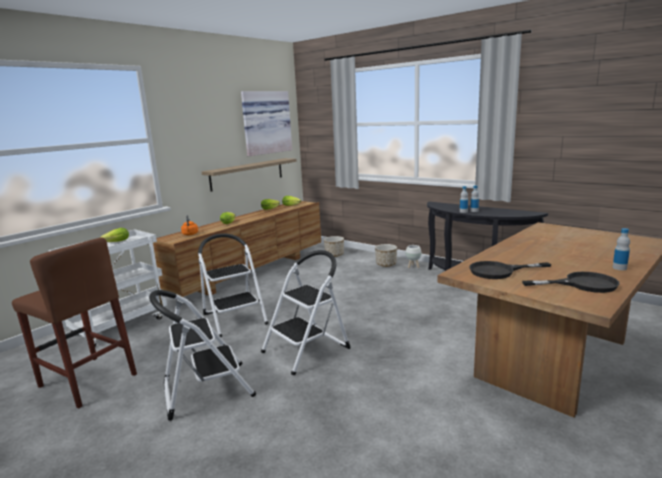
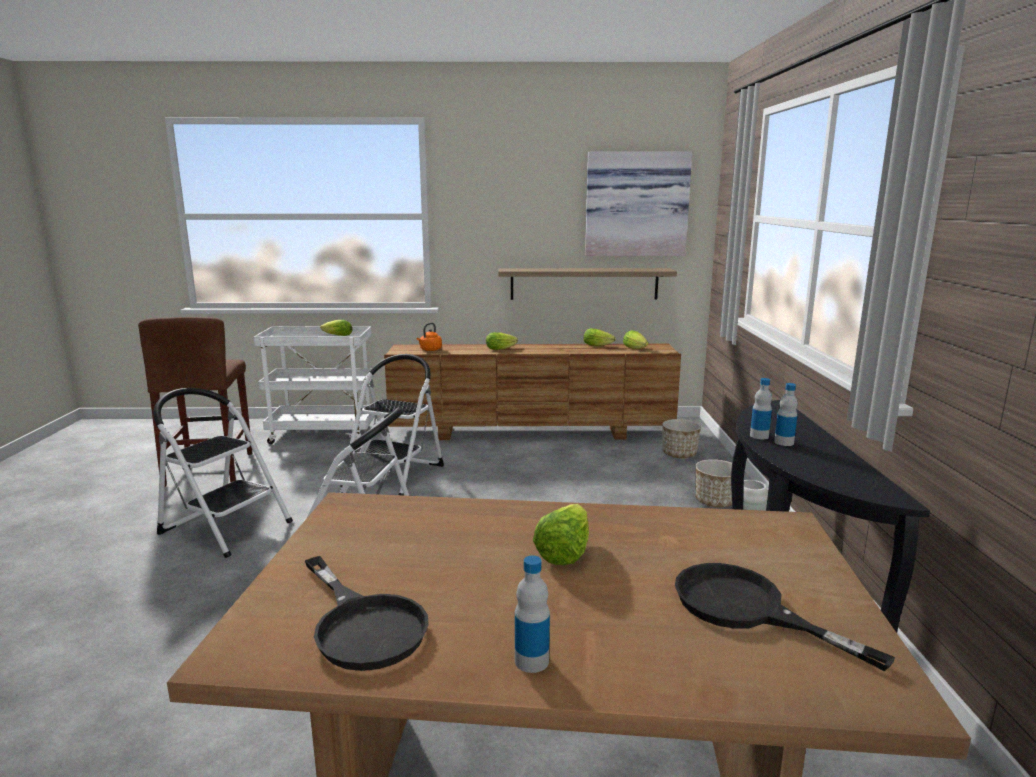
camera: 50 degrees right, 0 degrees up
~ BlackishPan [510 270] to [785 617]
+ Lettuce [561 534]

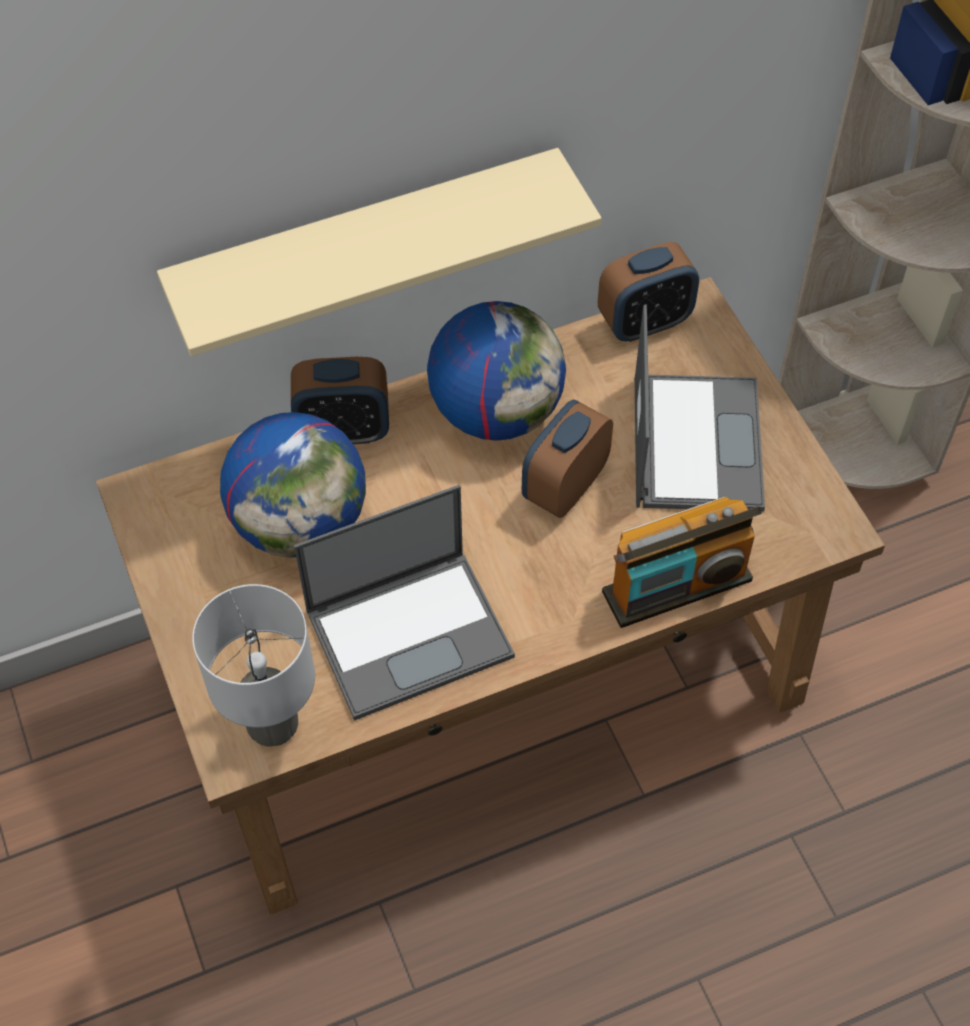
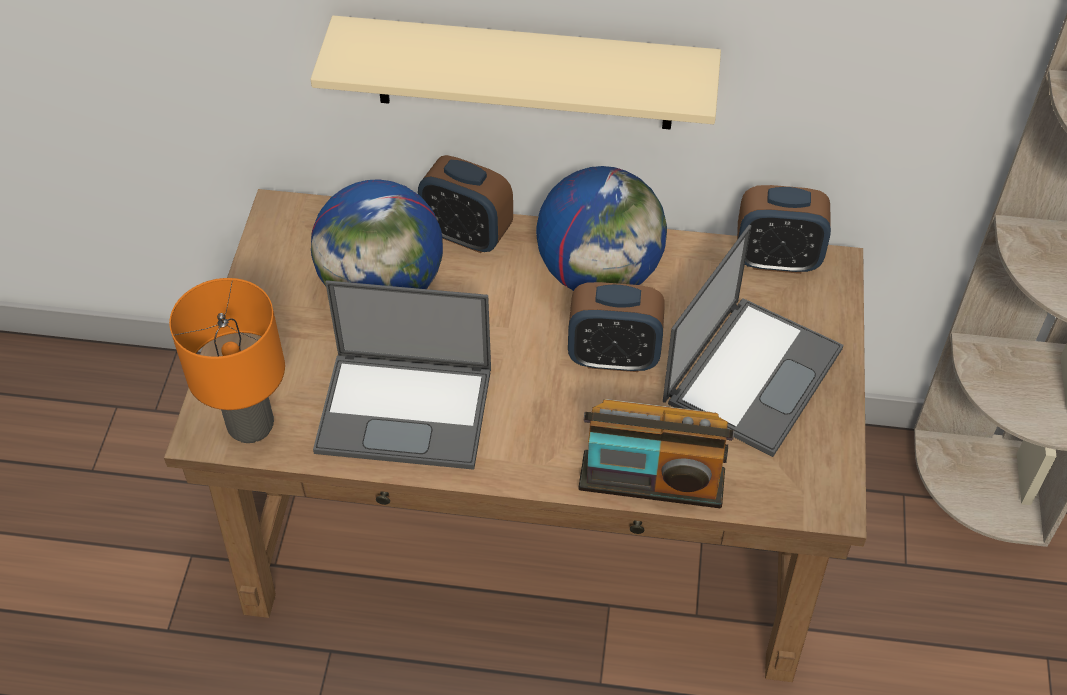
camera: 30 degrees right, 5 degrees down
~ WhitishLampForATable [253 665] to OrangeLampForATable [227 360]
~ BedsideClock [567 459] = [616 327] 150 degrees counterclockwise

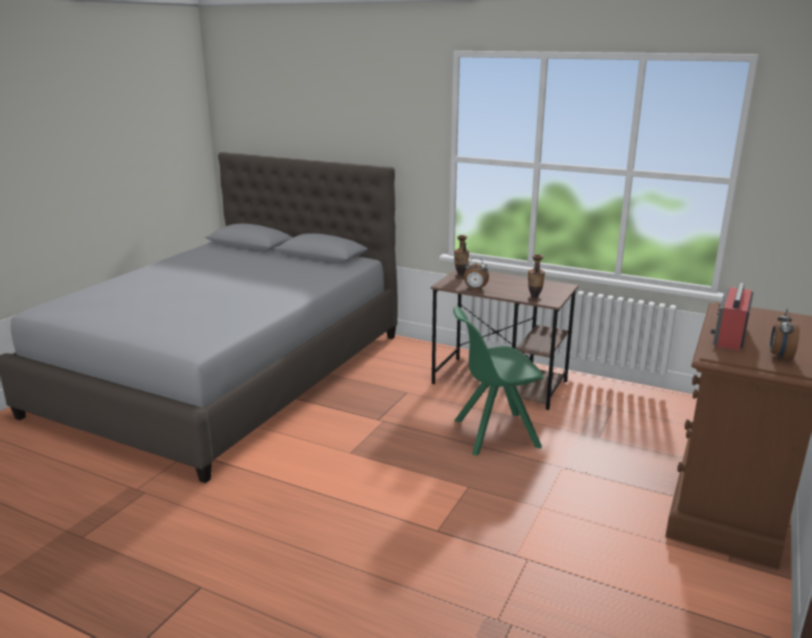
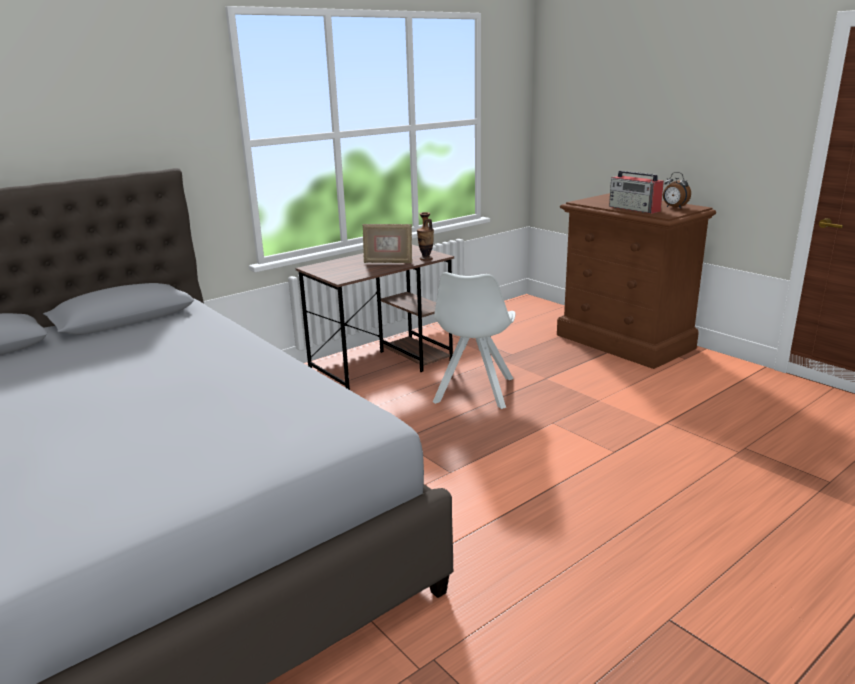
camera: 65 degrees left, 0 degrees up
~ GreenColouredChair [498 381] to WhitishChair [474 340]
- Vase [461 257]
- BedsideClock [476 273]
+ PictureFrame [387 243]

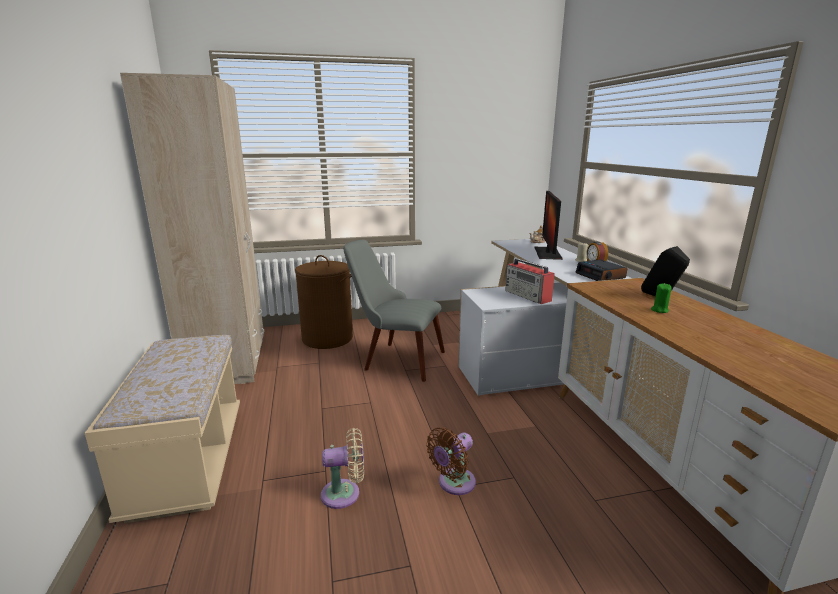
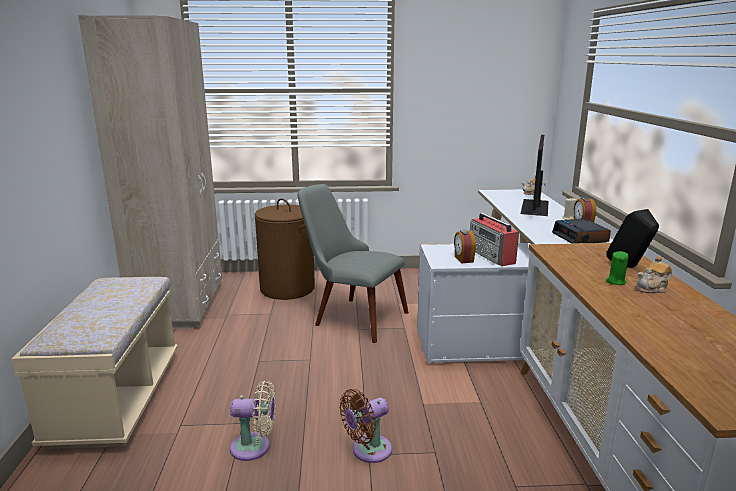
camera: 10 degrees right, 0 degrees up
+ BedsideClock [465 246]
+ TeaPot [654 274]

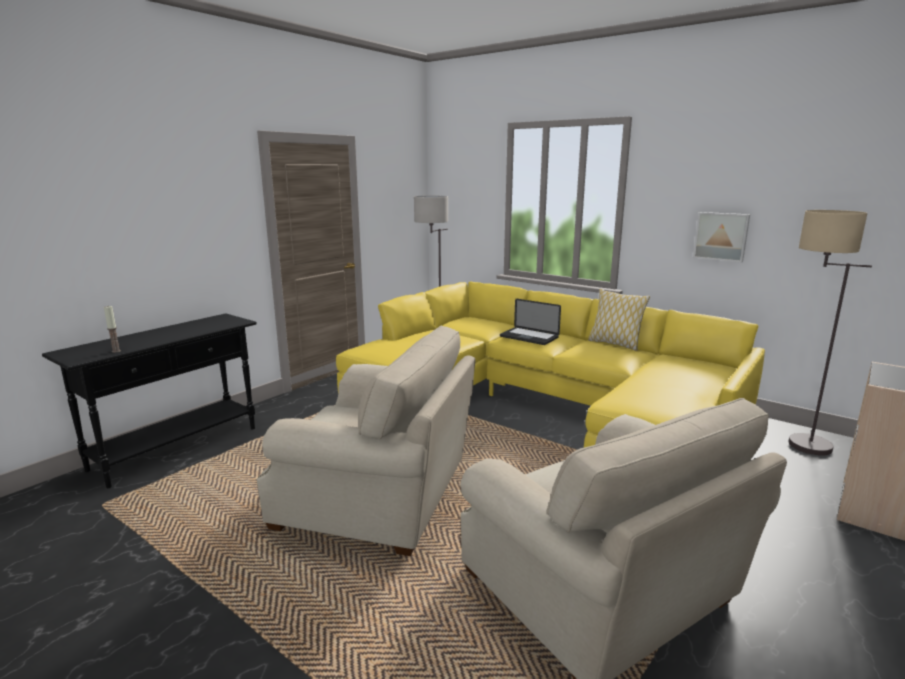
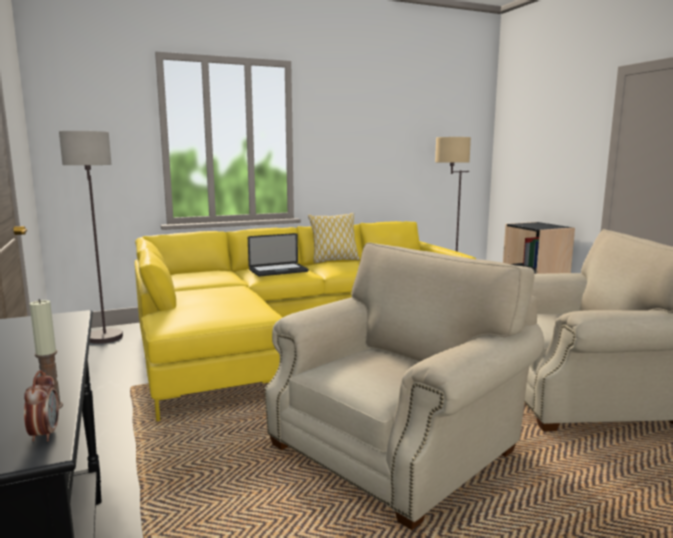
camera: 60 degrees left, 5 degrees down
- Picture [721 237]
+ BedsideClock [41 405]

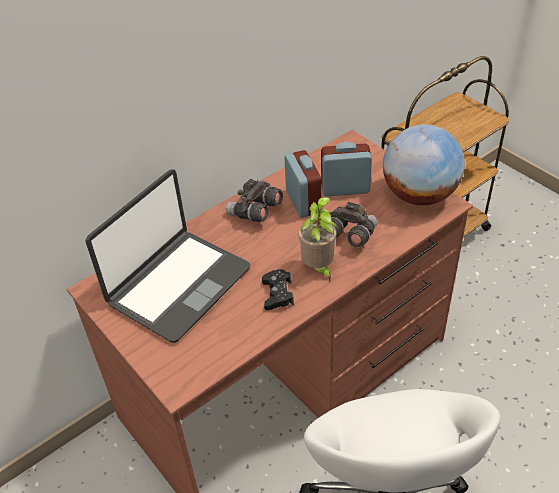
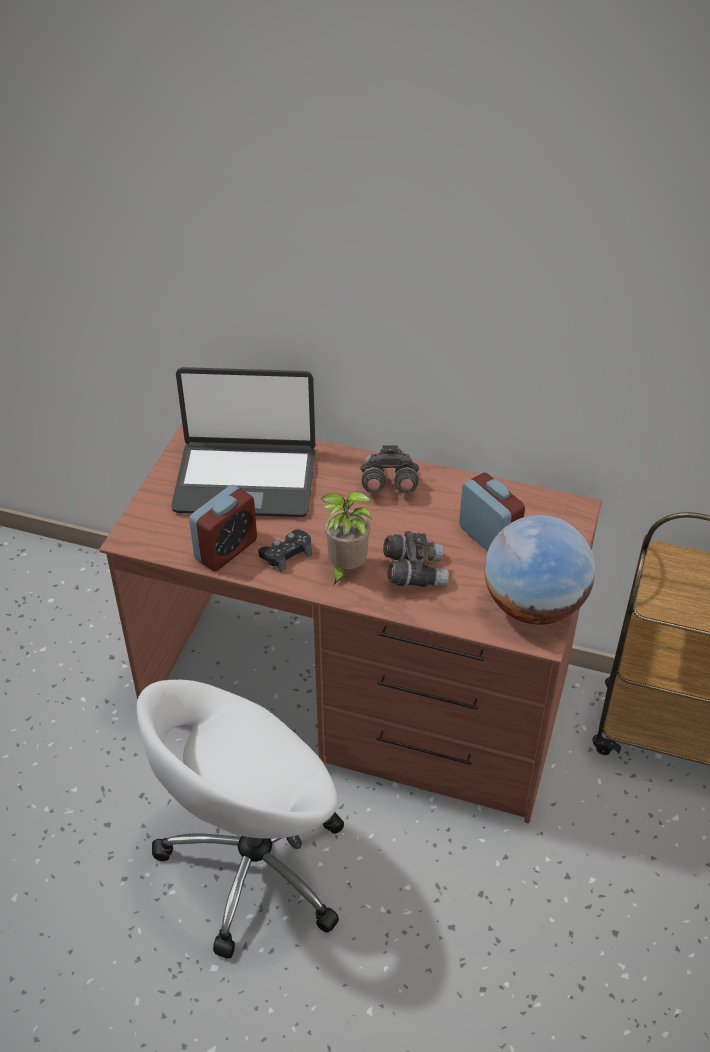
camera: 55 degrees right, 0 degrees up
~ BedsideClock [303 184] to [223 528]

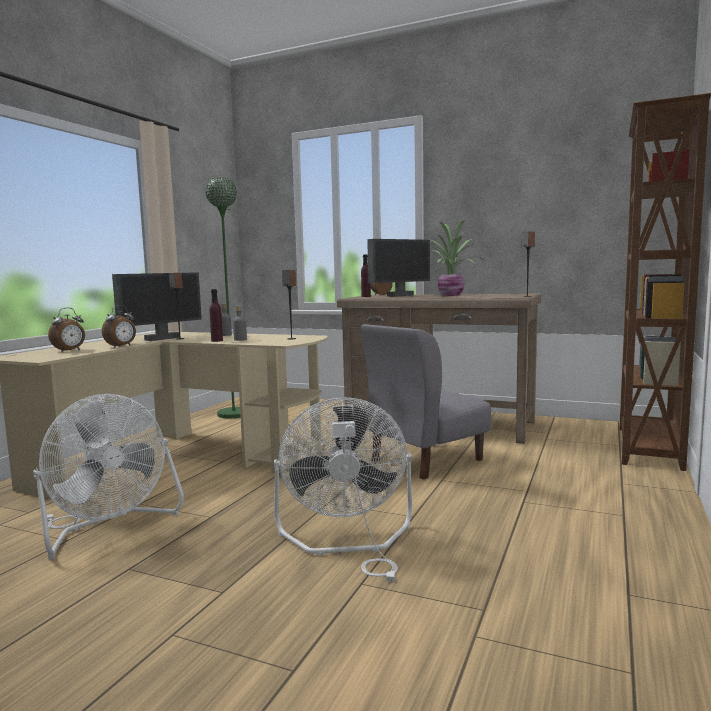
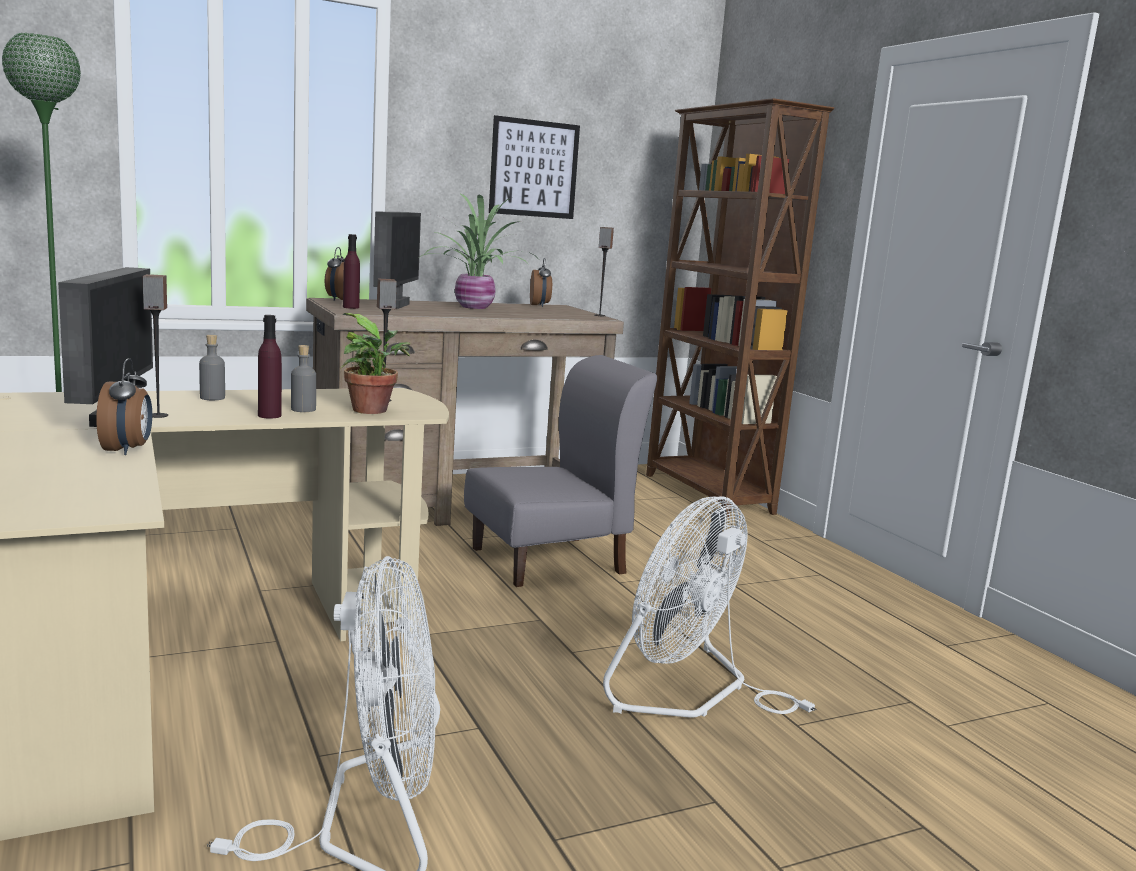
camera: 50 degrees left, 5 degrees up
~ BedsideClock [66 330] to [541 282]
~ GreyishChair [426 402] = [560 471] 120 degrees counterclockwise
+ PlantInAPot [375 363]
+ Picture [534 167]

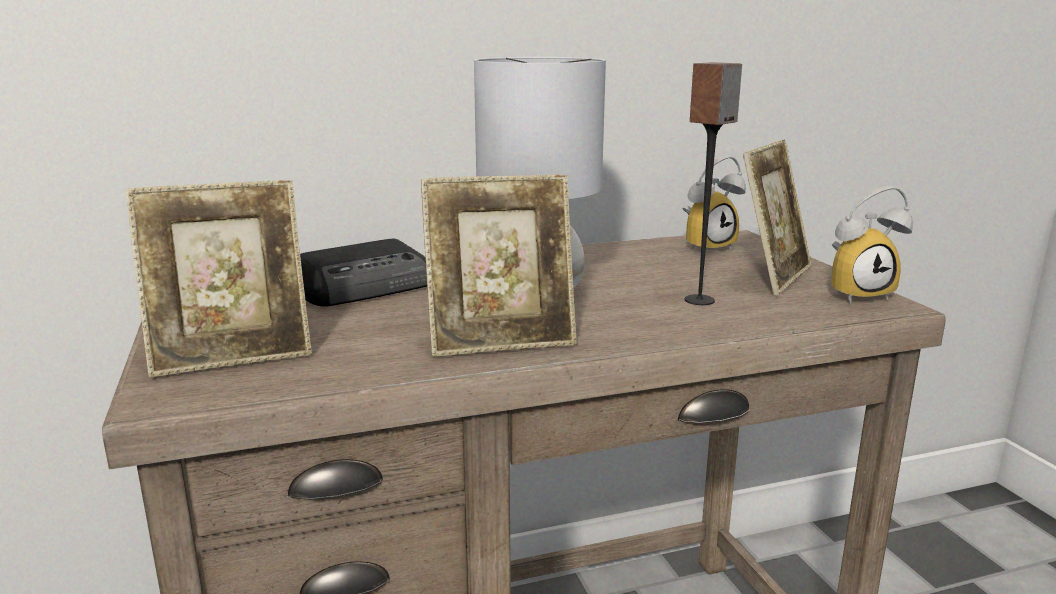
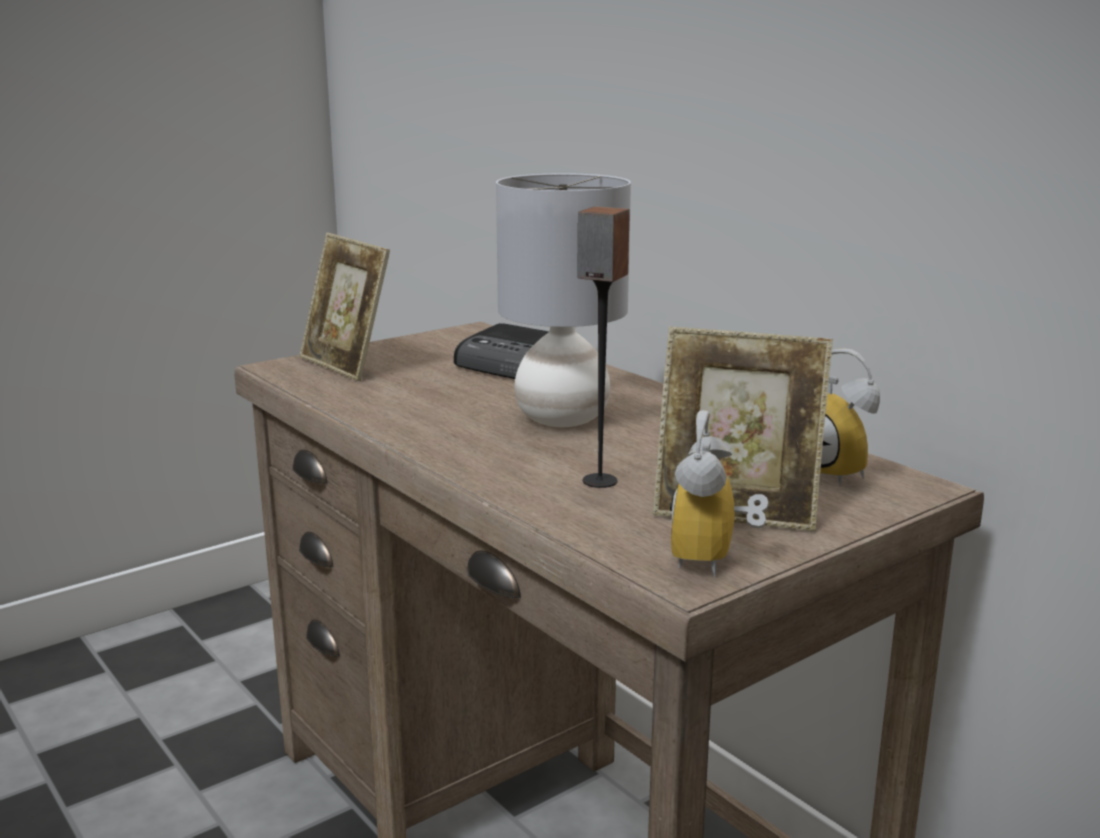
camera: 70 degrees right, 0 degrees up
- PictureFrame [499 266]
~ BedsideClock [872 244] = [719 493] 45 degrees clockwise

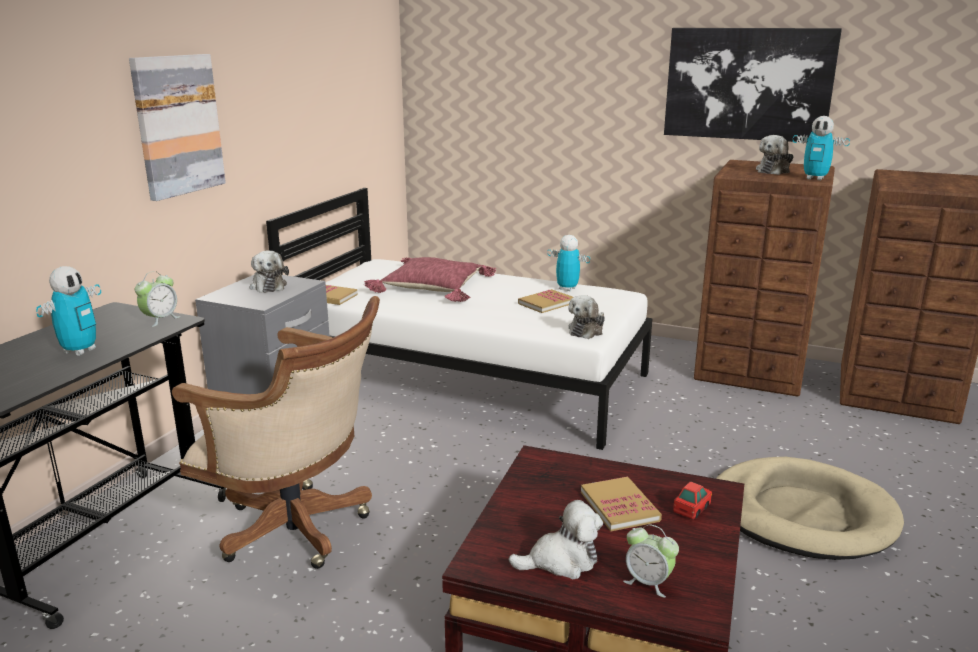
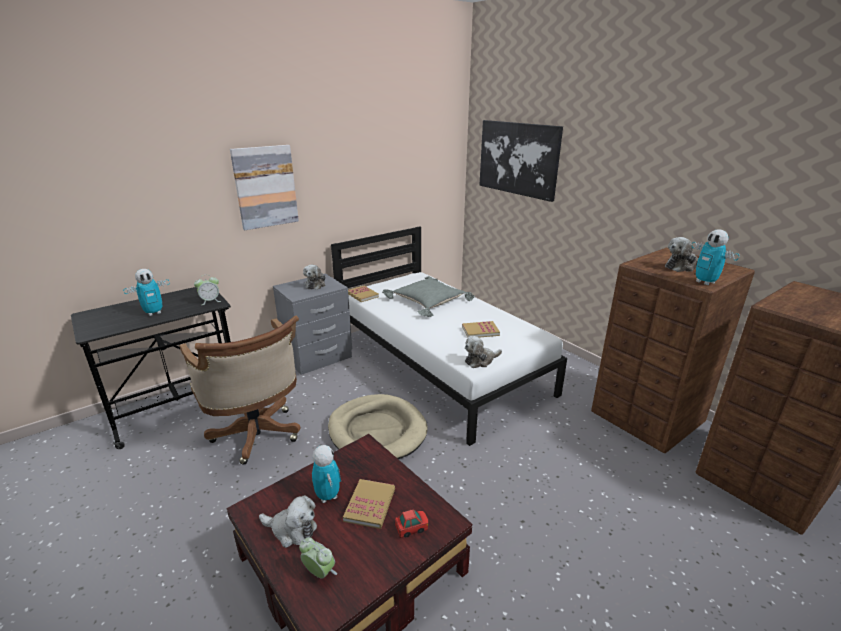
camera: 30 degrees right, 5 degrees up
~ RedCushion [430 279] to GreyishCushion [428 296]
~ ModelRobot [568 263] to [326 474]
~ BedsideClock [651 561] = [318 558] 150 degrees clockwise
~ Picture [753 85] to [521 161]
~ SandColouredPetBed [810 508] to [378 426]

